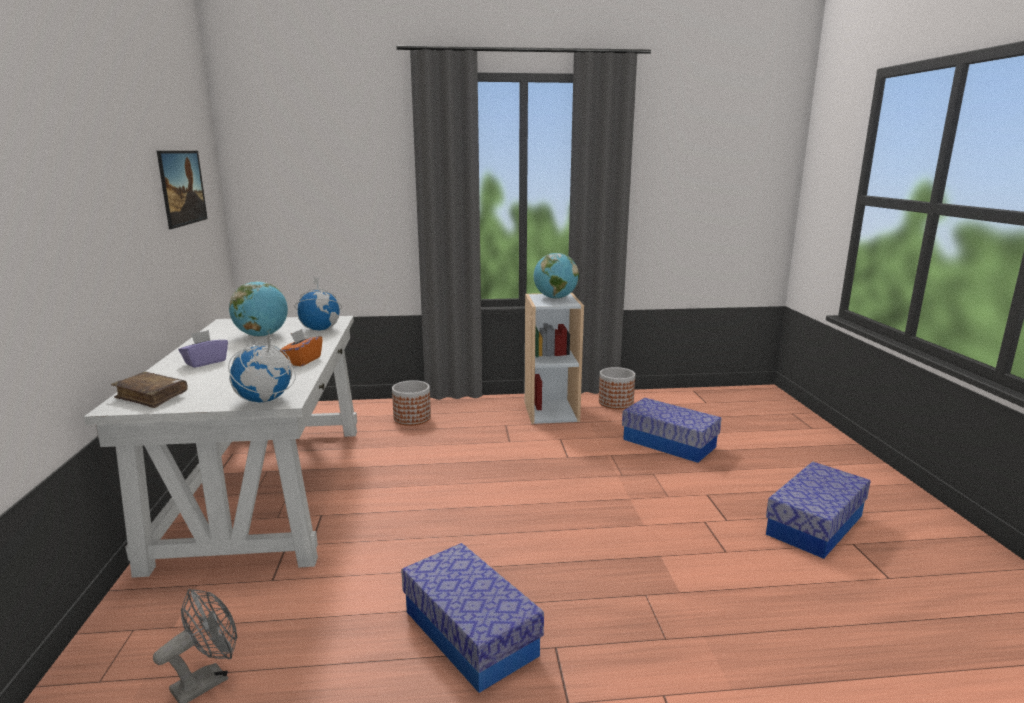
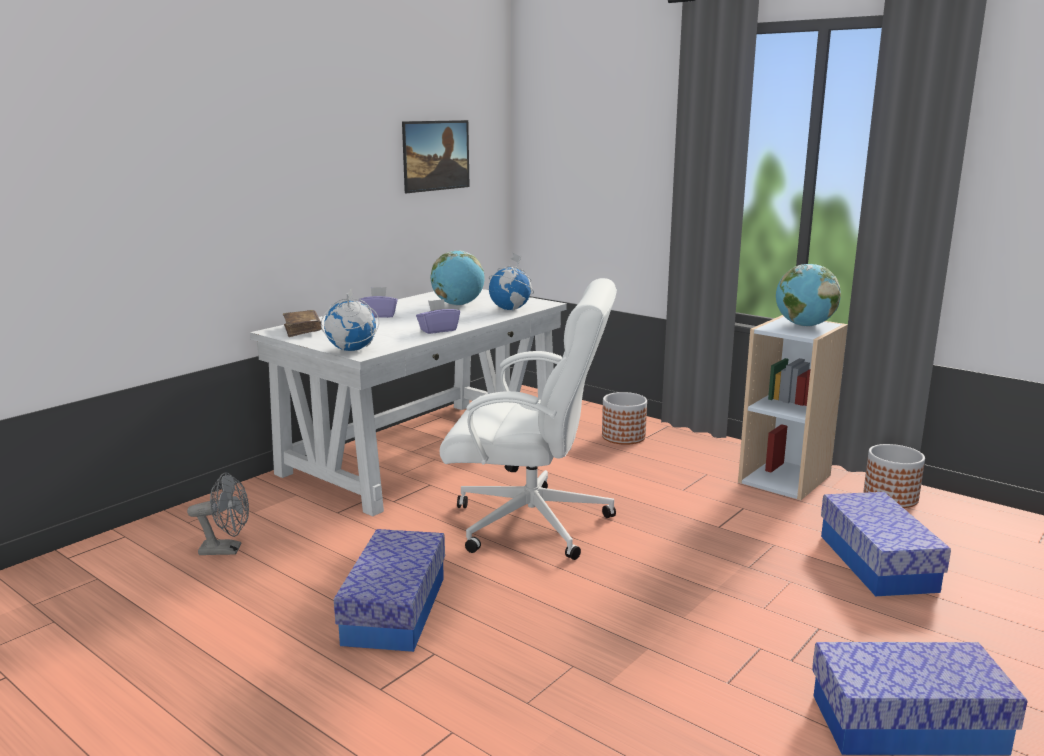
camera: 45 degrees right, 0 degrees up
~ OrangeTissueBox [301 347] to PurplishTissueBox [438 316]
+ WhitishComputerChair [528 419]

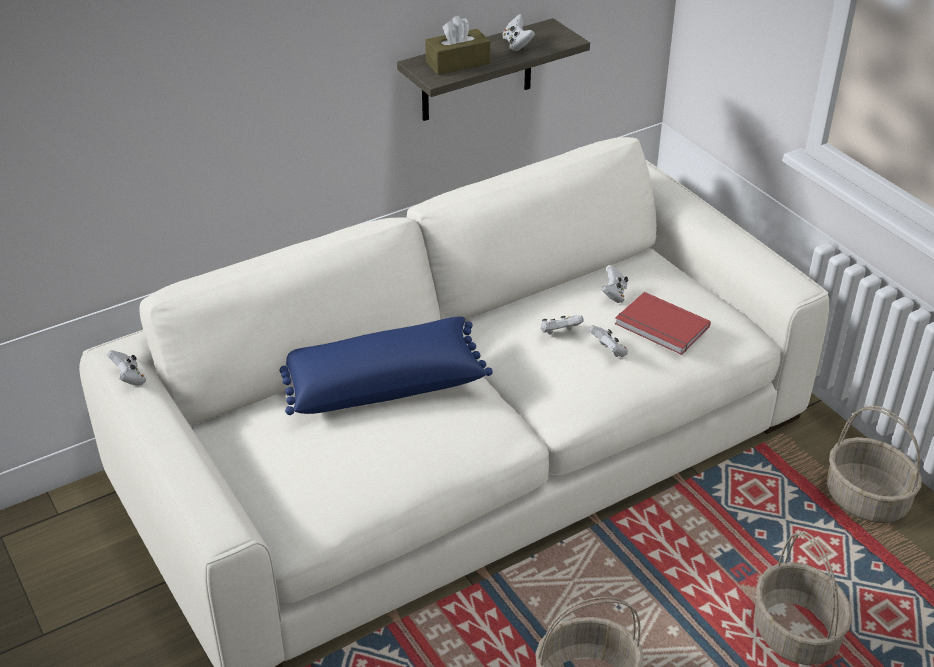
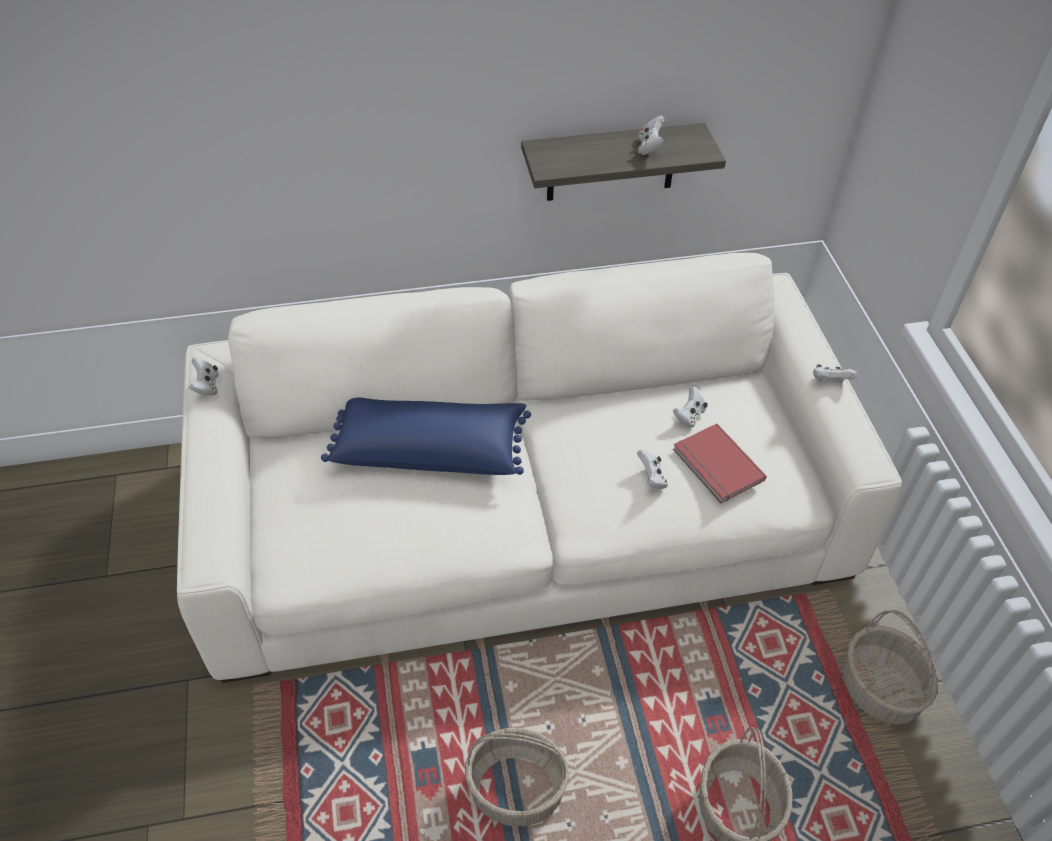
camera: 20 degrees right, 10 degrees up
- BrownishTissueBox [457 45]
~ WhitishGameController [562 325] to [835 373]

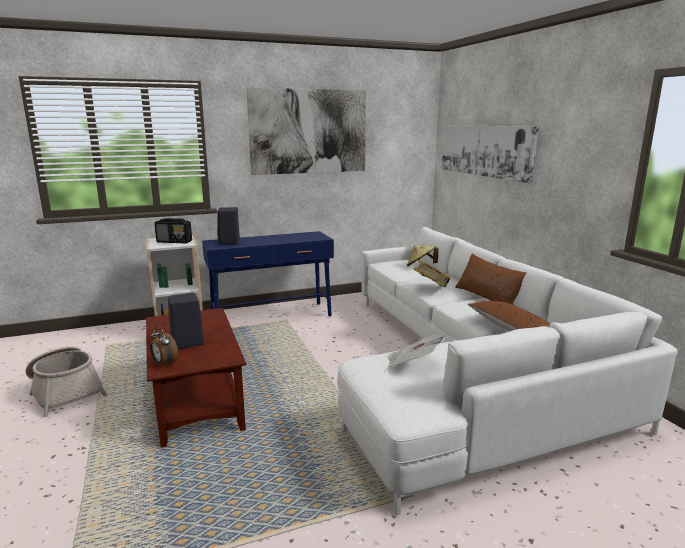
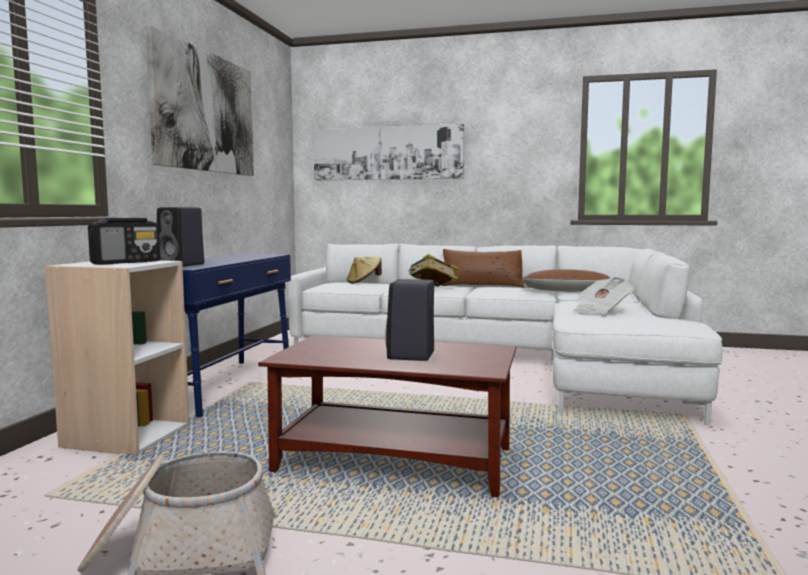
camera: 55 degrees left, 10 degrees down
- BedsideClock [164 346]

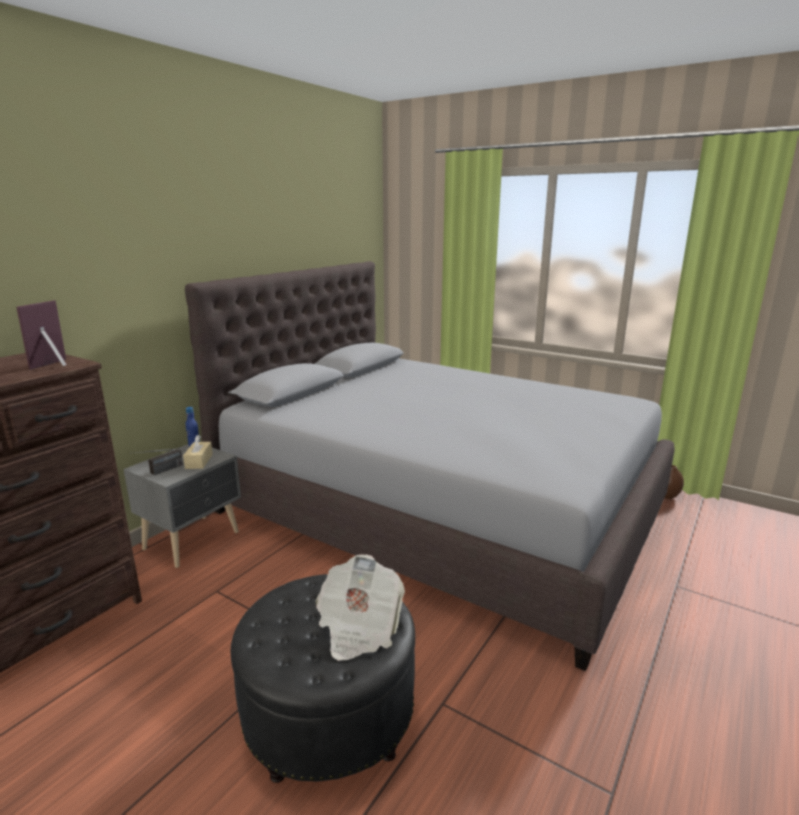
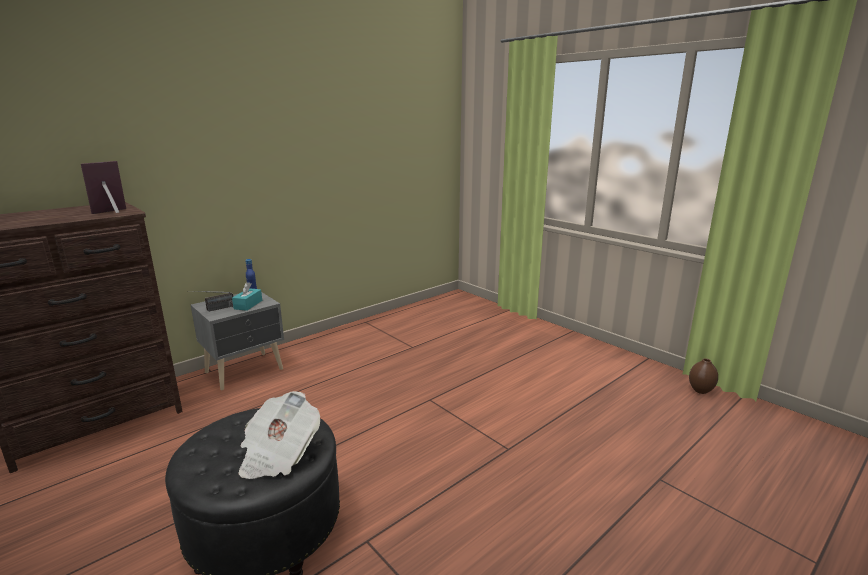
camera: 15 degrees right, 0 degrees up
~ SandColouredTissueBox [198 452] to TurquoiseTissueBox [247 296]
- GreyishSleepingBed [430 466]

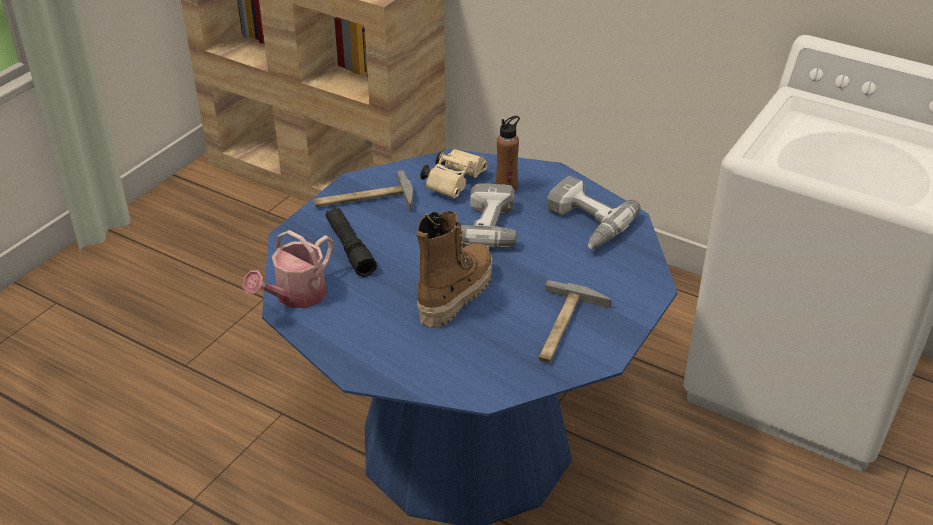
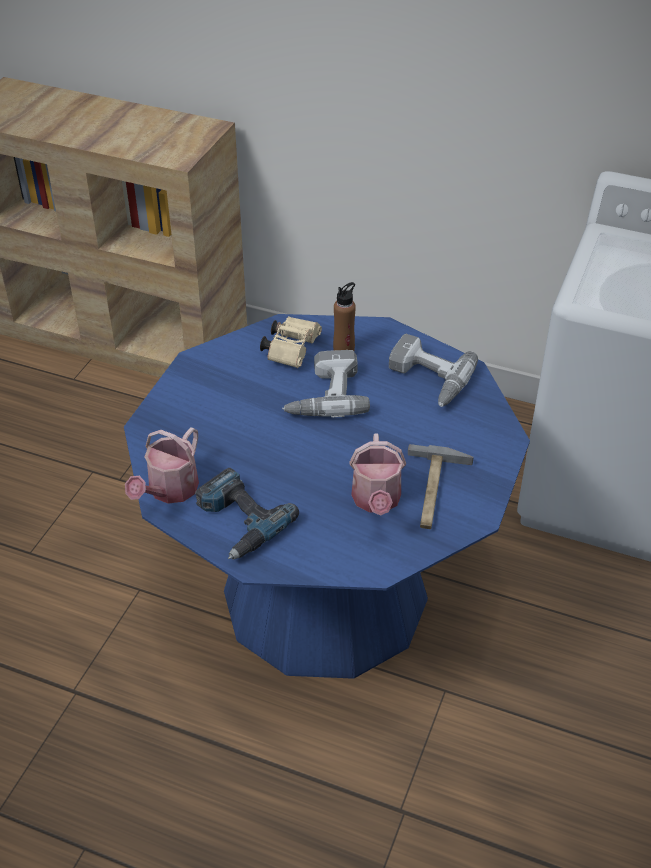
camera: 10 degrees left, 5 degrees up
- Hammer [364 191]
- BlackishTorch [351 242]
- Boot [454 269]
+ Drill [247 514]
+ WateringCan [377 474]

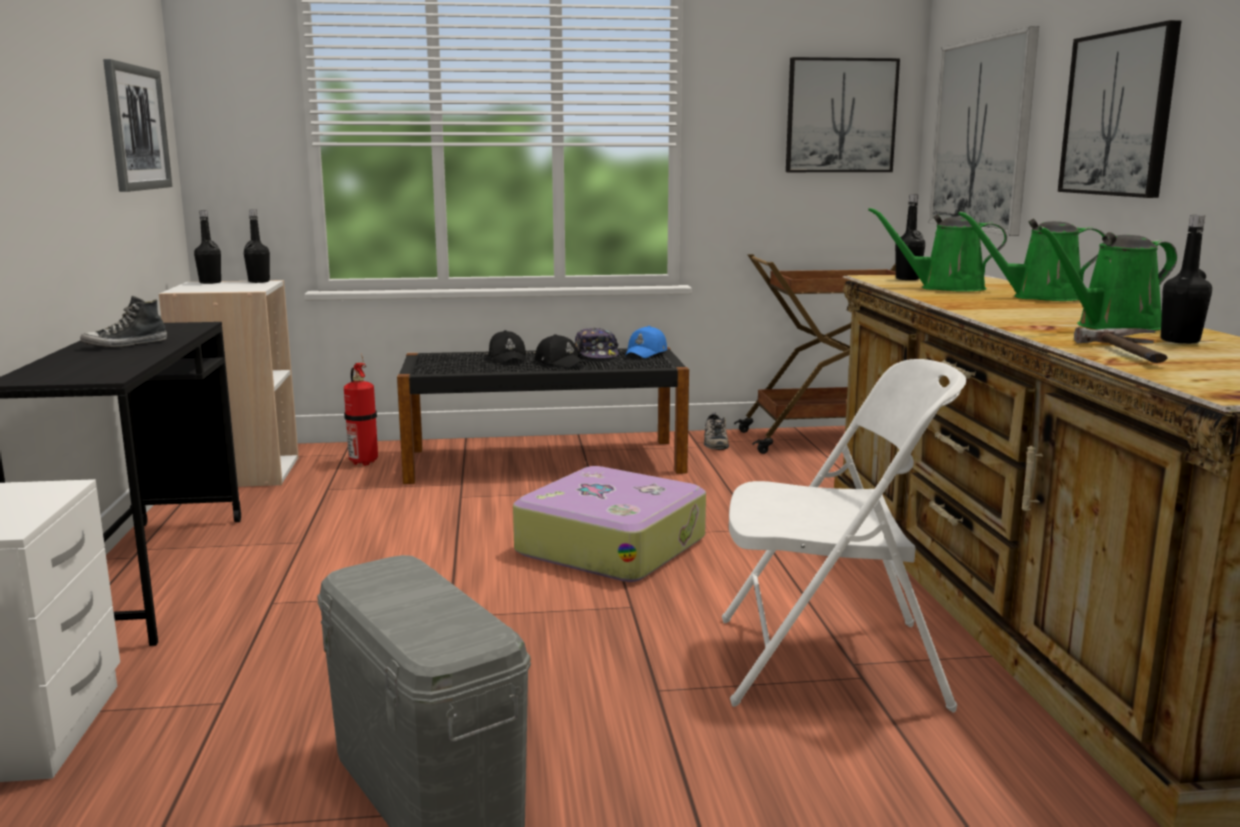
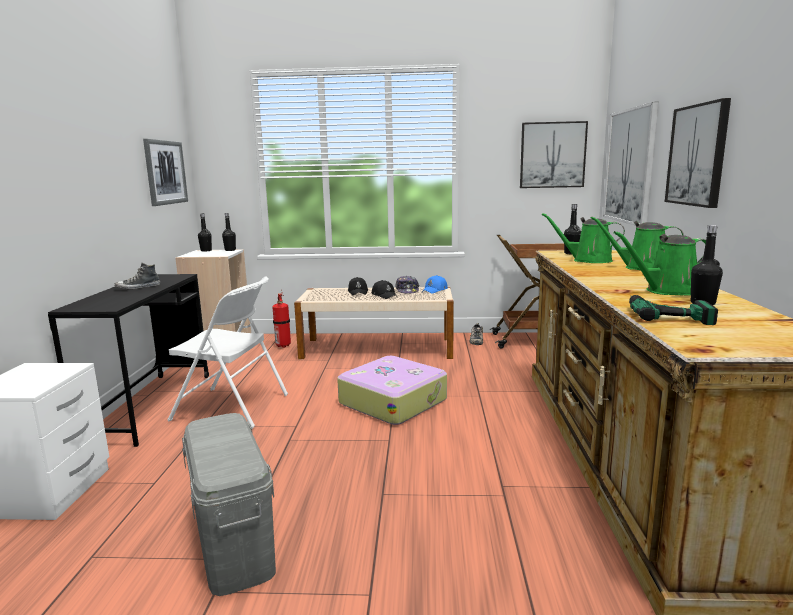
camera: 10 degrees right, 0 degrees up
~ BlackishLongSeat [543 415] to SandColouredLongSeat [374 323]
~ WhitishChair [844 535] to [228 352]
~ Hammer [1120 345] to Drill [673 310]

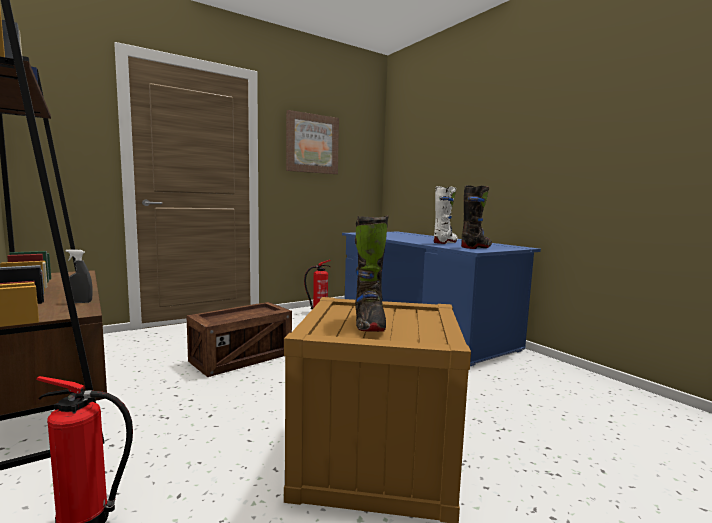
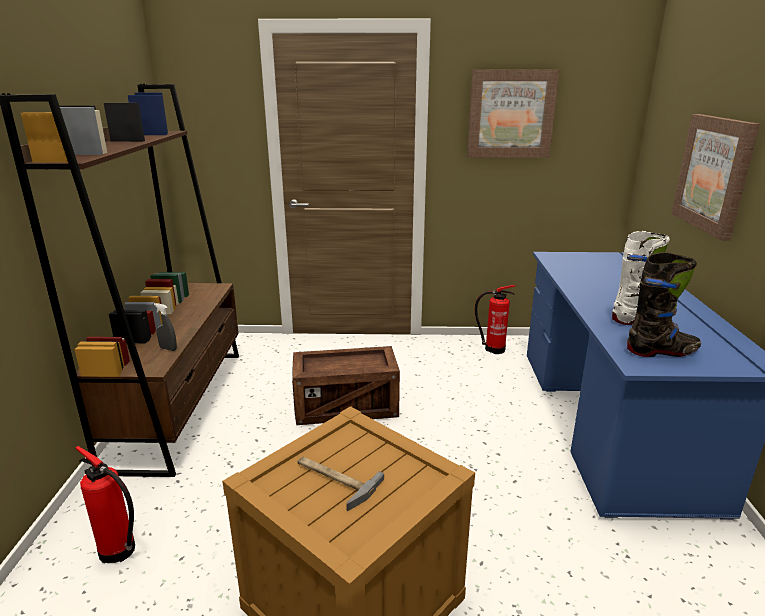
camera: 35 degrees right, 15 degrees up
~ BlackishBoot [372 273] to Hammer [340 483]
+ Picture [715 177]

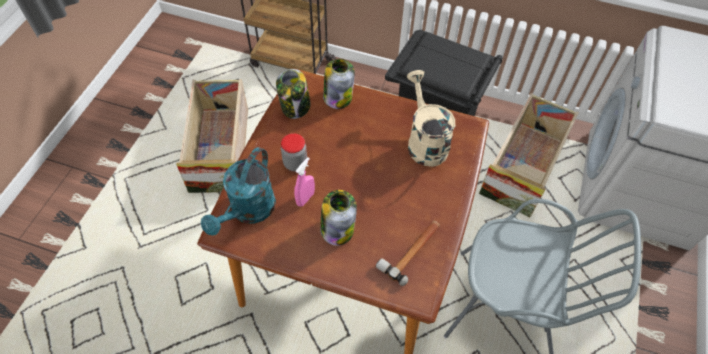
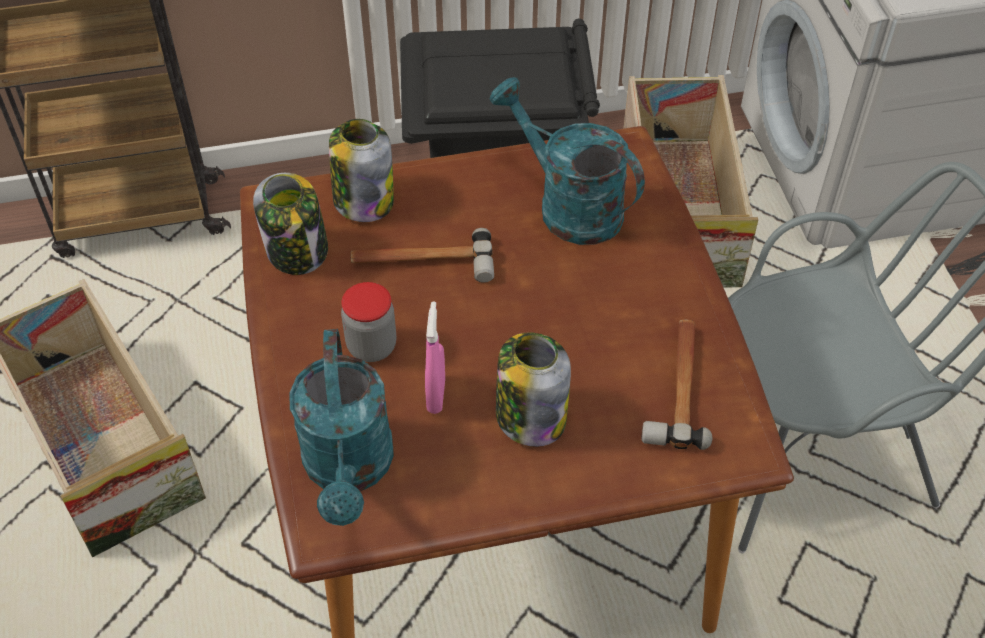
camera: 30 degrees left, 5 degrees down
~ SandColouredWateringCan [431 118] to TurquoiseWateringCan [567 161]
+ Hammer [422 255]

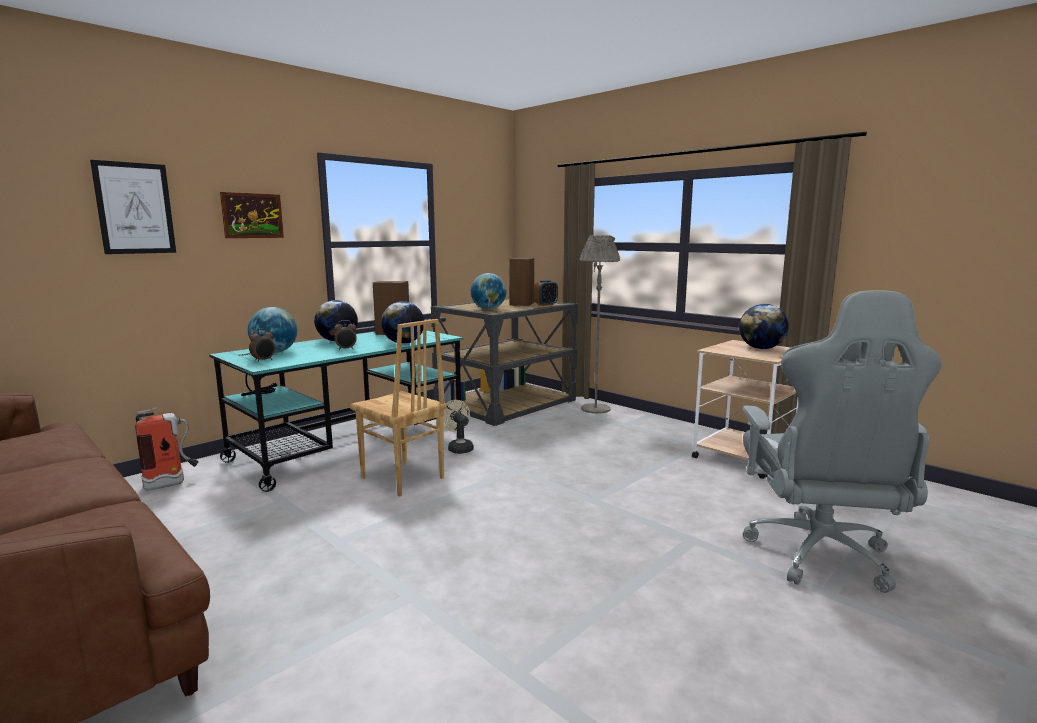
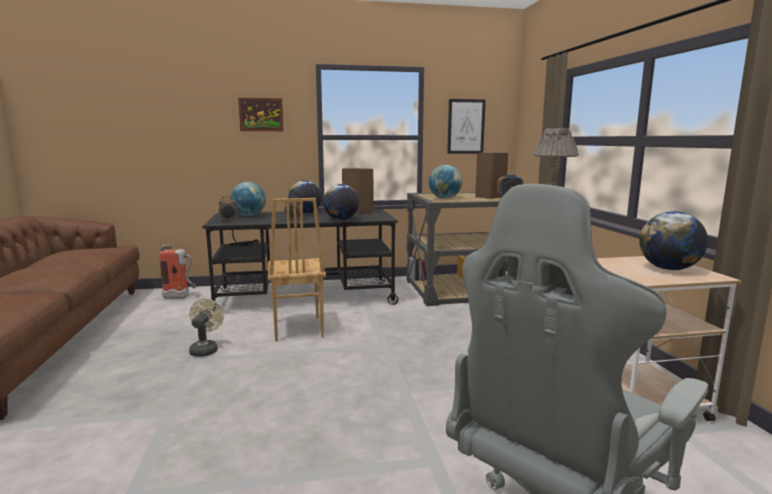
camera: 35 degrees right, 0 degrees up
~ Picture [133 207] to [466 126]
~ TurquoiseDeskTable [336 411] to BlackishDeskTable [300 260]
~ SandColouredCoolingFan [459 427] to [206 328]

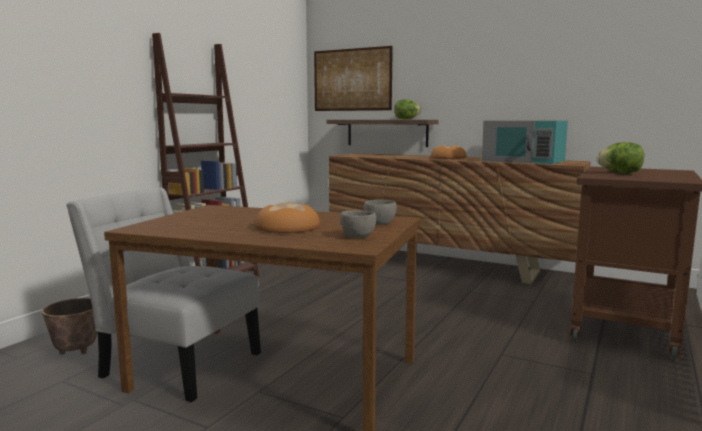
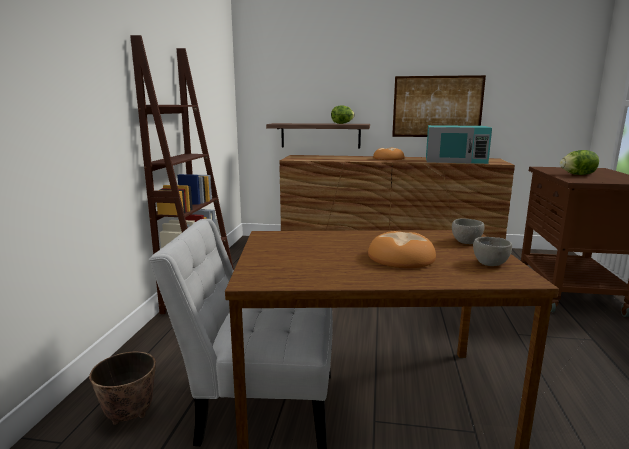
camera: 20 degrees left, 5 degrees up
~ Picture [353 78] to [439 106]

